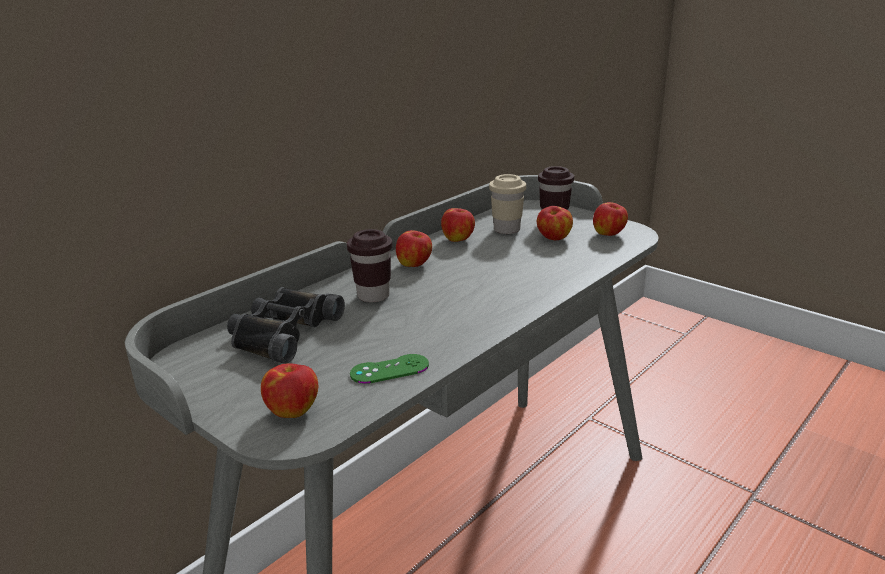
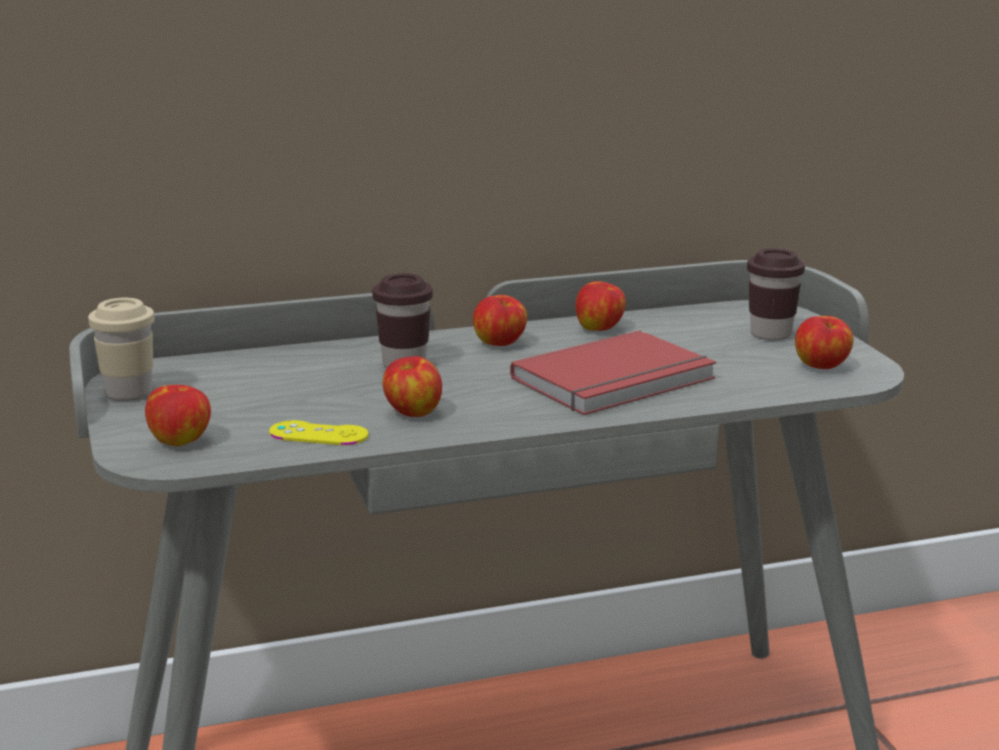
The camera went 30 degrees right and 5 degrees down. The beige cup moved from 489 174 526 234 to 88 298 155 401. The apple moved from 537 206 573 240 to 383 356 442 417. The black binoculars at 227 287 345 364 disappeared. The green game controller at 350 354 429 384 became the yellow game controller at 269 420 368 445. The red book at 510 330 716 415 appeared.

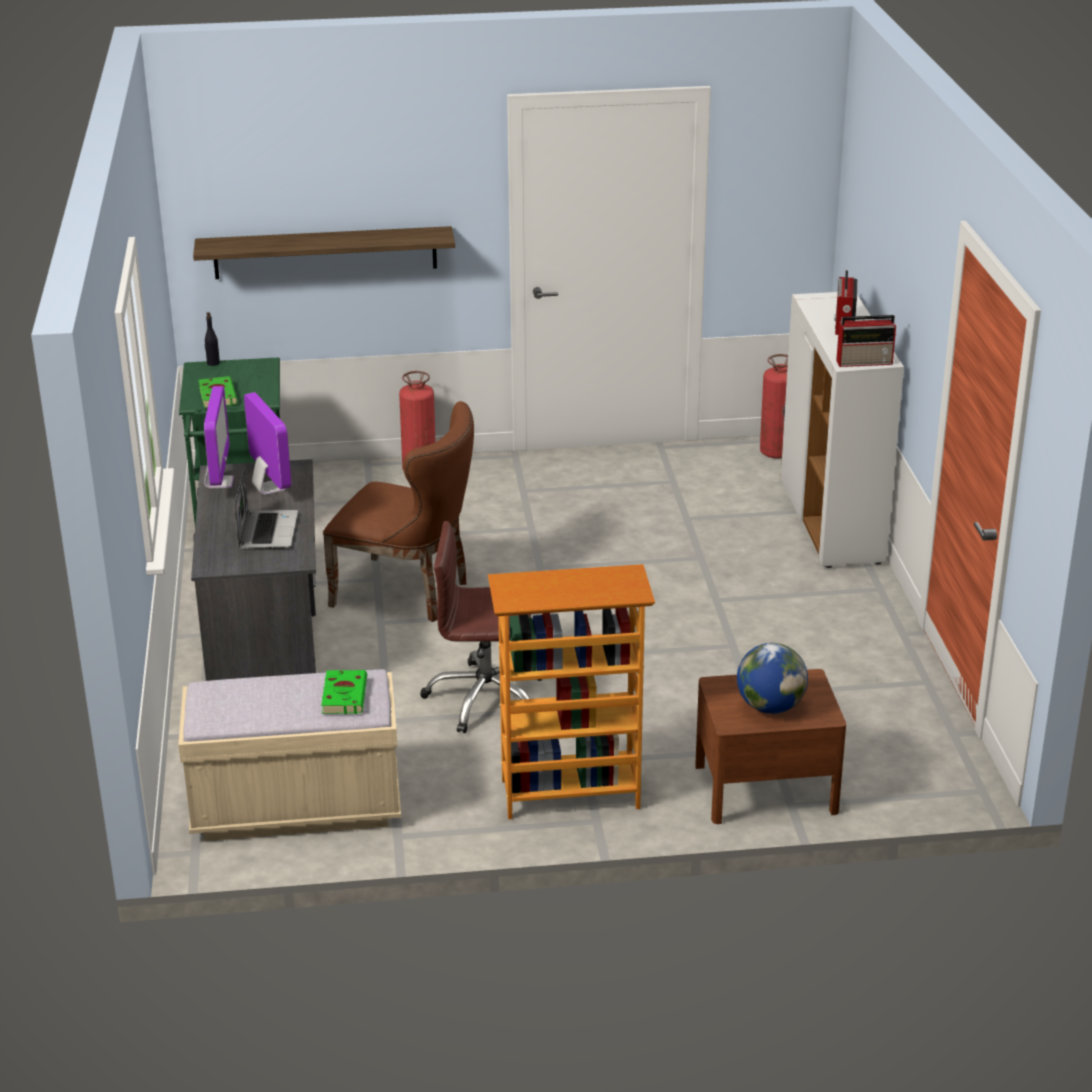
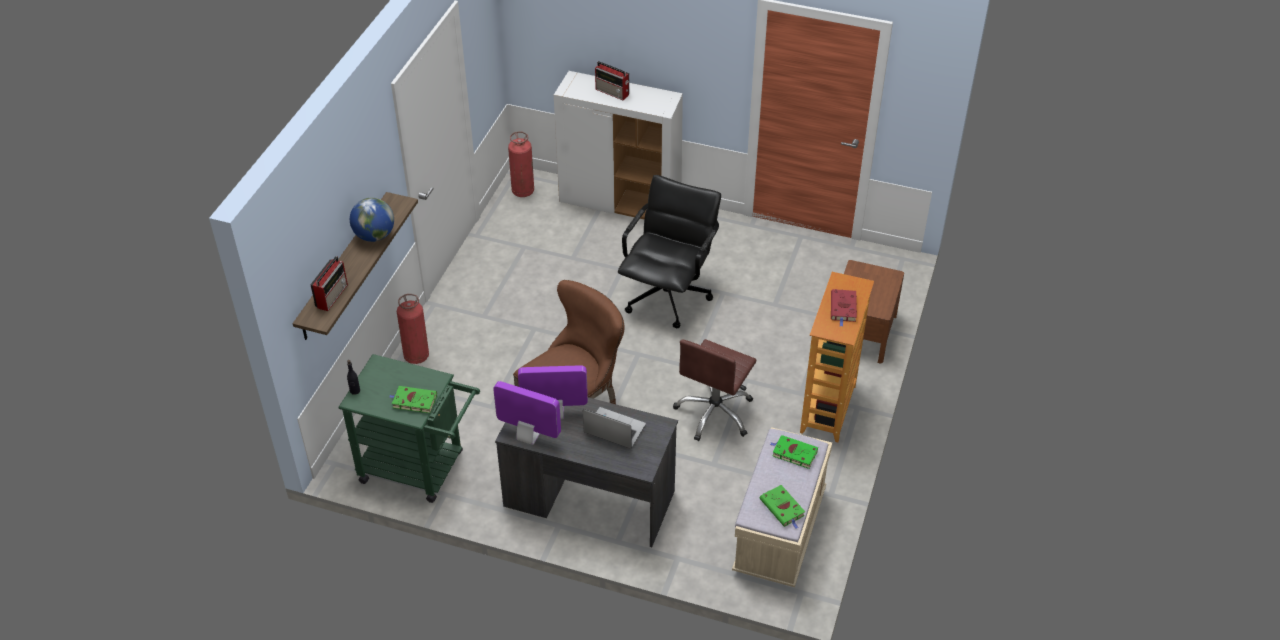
The camera went 65 degrees left and 15 degrees up. The radio moved from 836 315 897 367 to 310 256 348 311. The globe moved from 737 643 808 714 to 350 198 394 242. The black office chair at 618 175 721 328 appeared. The red book at 831 289 857 327 appeared. The green book at 760 485 805 529 appeared.

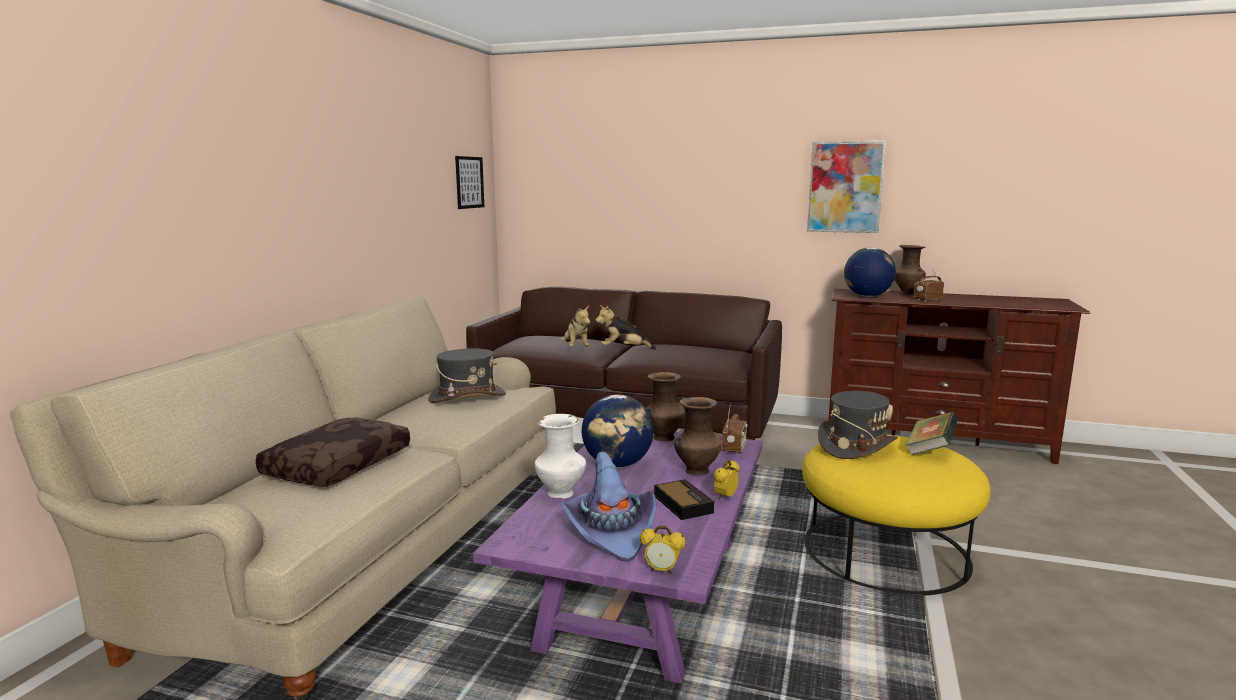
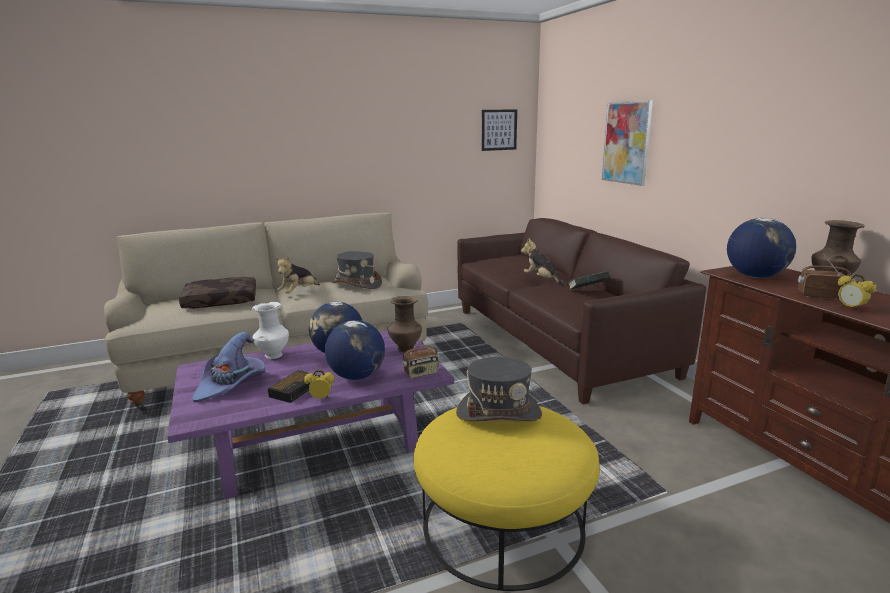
The camera went 50 degrees right and 5 degrees up. The picture moved from 807 141 886 233 to 602 100 653 186. The plush toy moved from 560 305 590 346 to 275 256 320 294. The brown vase at 674 397 722 476 was replaced by the globe at 325 320 385 380. The book moved from 905 412 958 455 to 568 271 610 290. The alarm clock moved from 640 526 686 574 to 838 274 876 311.

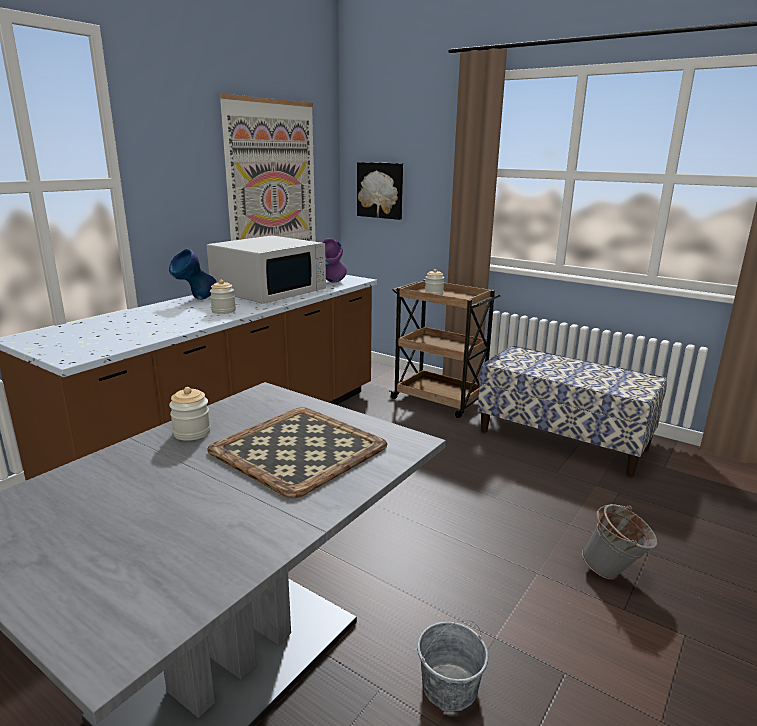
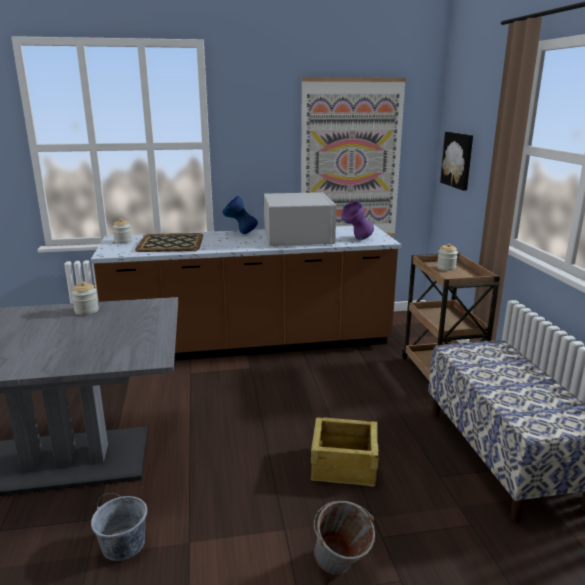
The camera went 45 degrees right and 0 degrees up. The white microwave at 207 235 326 304 turned 90 degrees counterclockwise. The jar moved from 210 280 236 314 to 113 218 132 244. The tray moved from 207 407 387 498 to 135 233 203 252. The crate at 311 417 379 487 appeared.

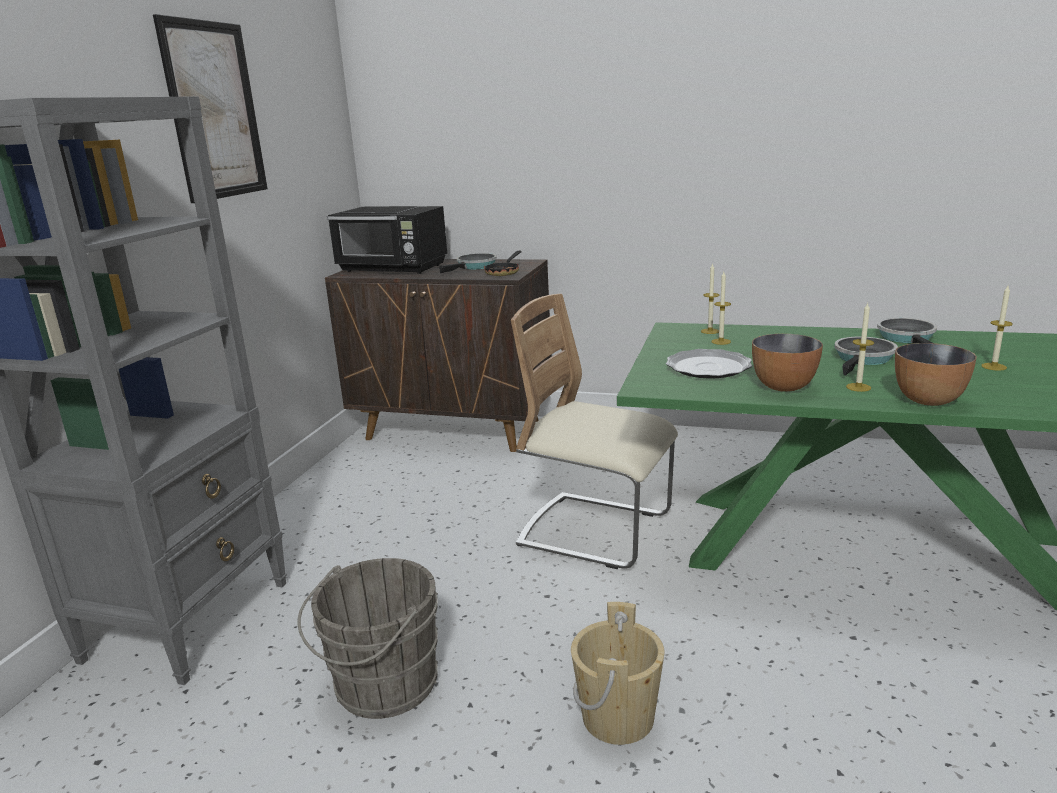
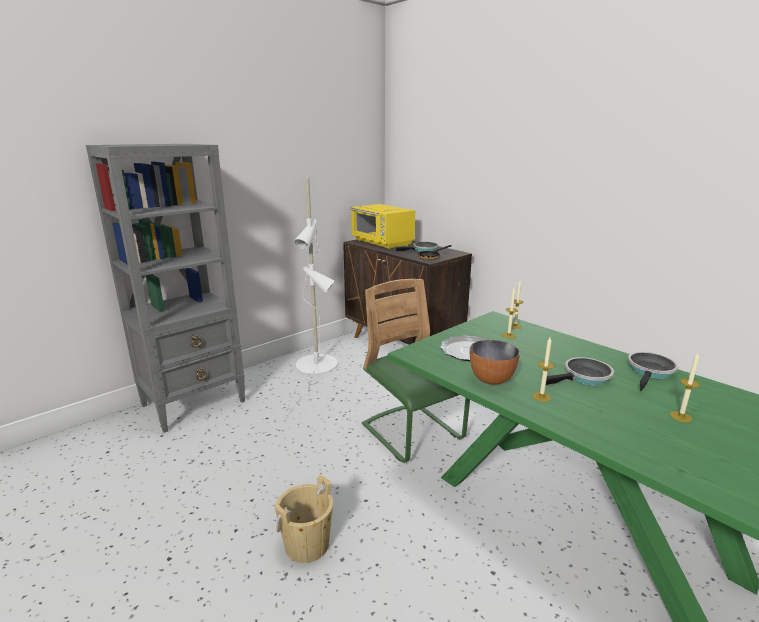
The camera went 30 degrees right and 0 degrees up. The picture at 153 14 268 203 disappeared. The black microwave at 327 206 447 274 became the yellow microwave at 350 204 415 249. The beige chair at 511 294 678 569 became the green chair at 362 279 470 463. The bowl at 895 343 977 406 disappeared. The grey bucket at 298 558 438 719 disappeared. The white floor lamp at 282 177 338 424 appeared.

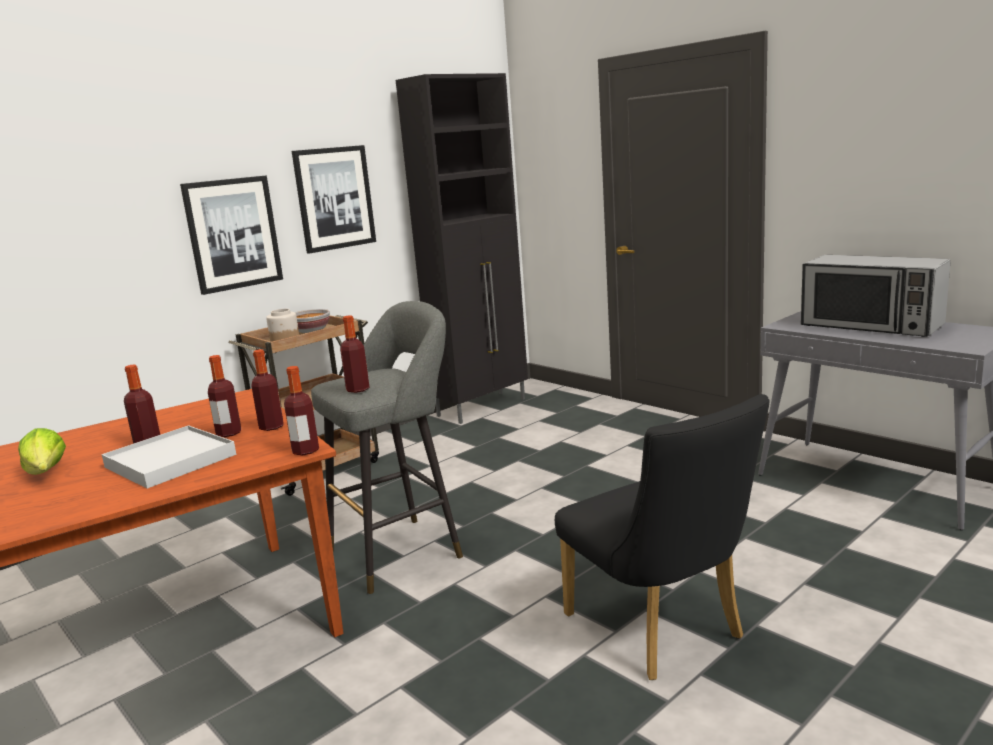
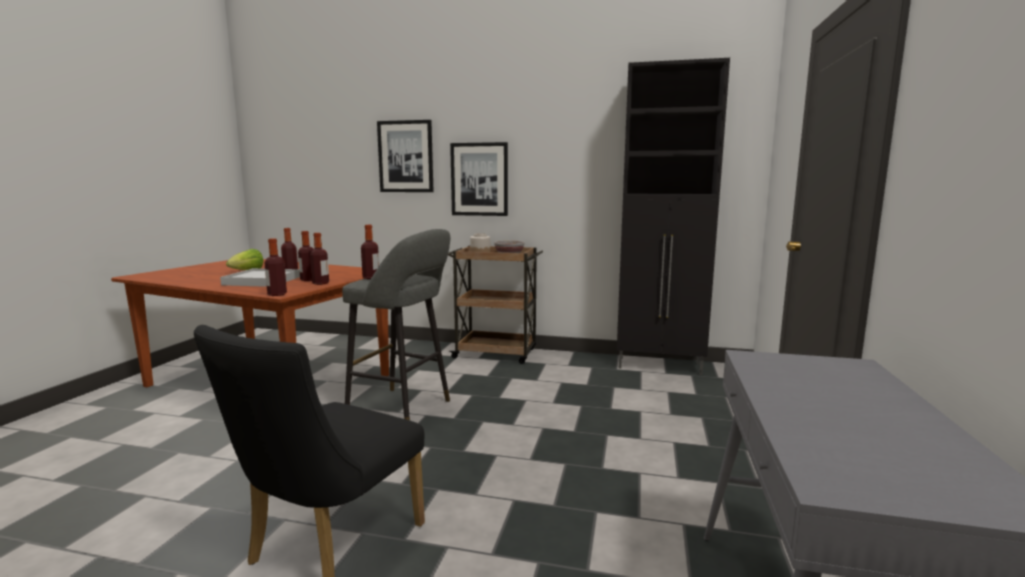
The camera went 55 degrees right and 5 degrees down. The picture moved from 292 145 376 254 to 377 120 434 192. The microwave at 801 255 951 337 disappeared.

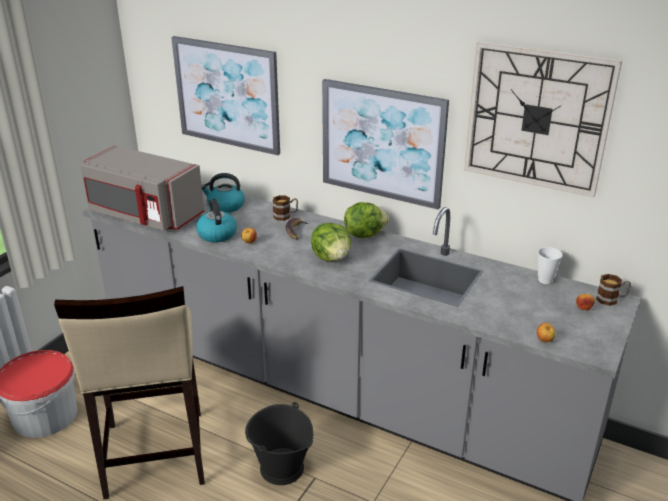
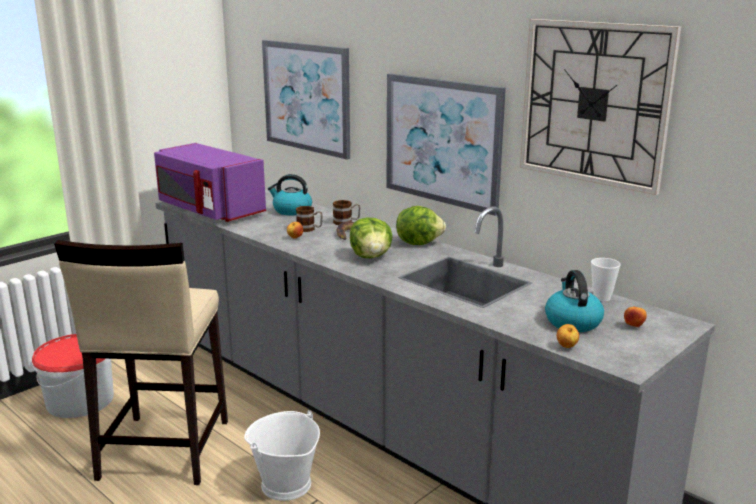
The camera went 15 degrees right and 10 degrees down. The grey microwave at 80 145 204 231 became the purple microwave at 154 143 266 222. The kettle moved from 196 198 237 242 to 545 270 604 332. The mug moved from 596 274 631 306 to 296 206 323 232. The black bucket at 245 402 314 485 became the white bucket at 244 410 320 501.

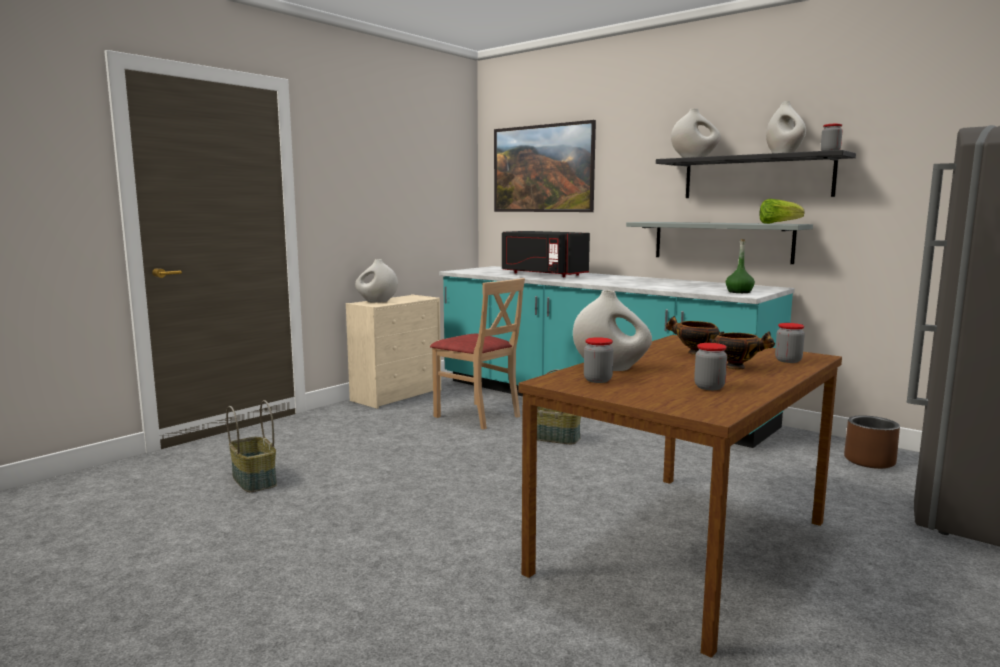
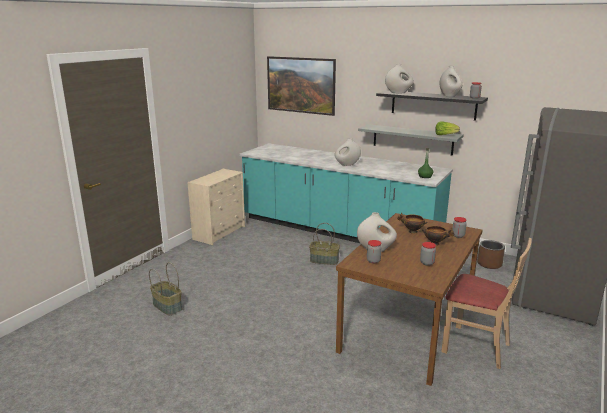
The camera went 10 degrees left and 10 degrees up. The black microwave at 502 231 590 277 disappeared. The white vase moved from 355 259 398 303 to 334 138 361 166. The beige chair moved from 430 278 525 429 to 441 238 532 369.

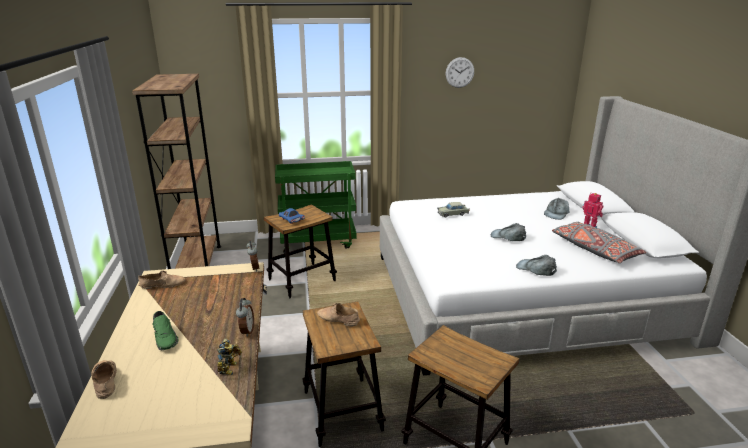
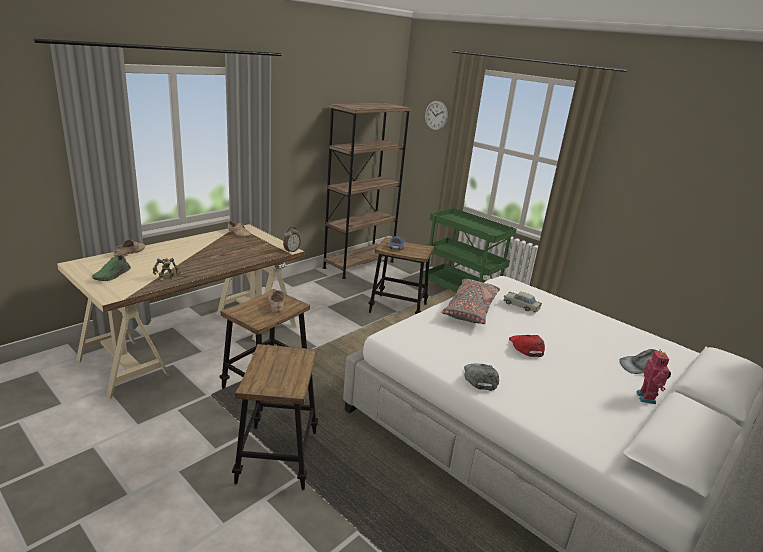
The camera went 50 degrees right and 0 degrees up. The wall clock moved from 446 57 474 88 to 425 101 448 131. The grey pillow moved from 552 222 646 263 to 441 279 500 324. The grey cap at 491 223 526 241 became the red cap at 509 335 545 357. The alarm clock at 236 298 254 337 disappeared. The green shoe moved from 152 311 179 350 to 92 255 131 281.

